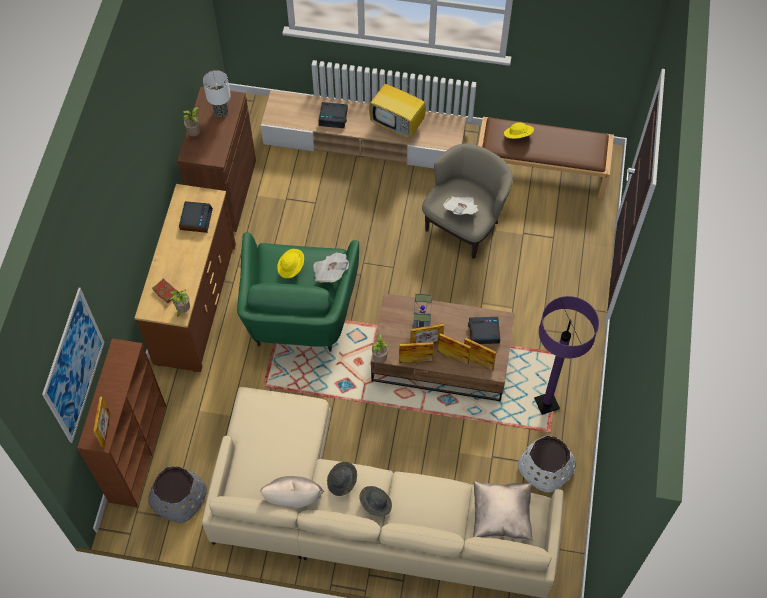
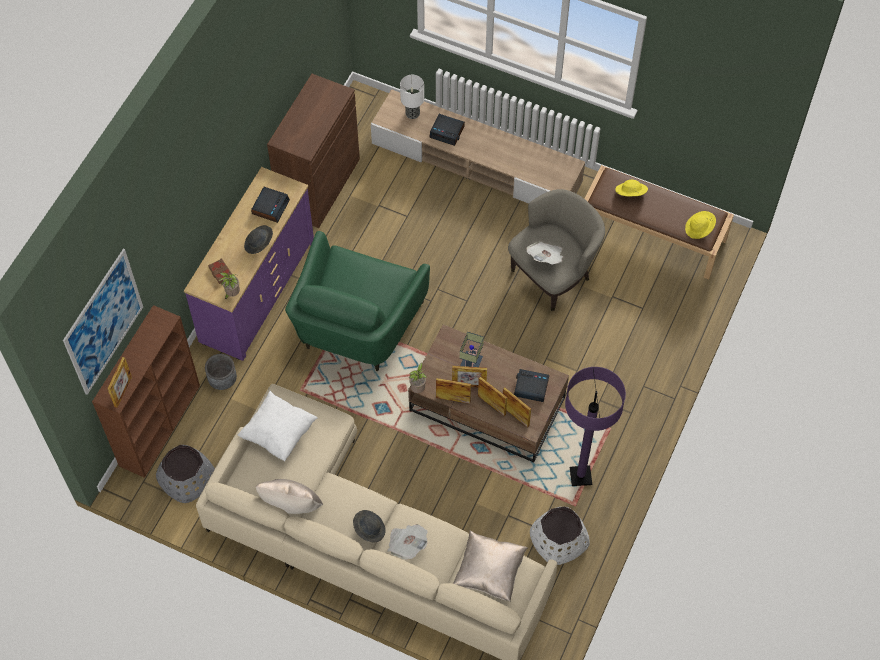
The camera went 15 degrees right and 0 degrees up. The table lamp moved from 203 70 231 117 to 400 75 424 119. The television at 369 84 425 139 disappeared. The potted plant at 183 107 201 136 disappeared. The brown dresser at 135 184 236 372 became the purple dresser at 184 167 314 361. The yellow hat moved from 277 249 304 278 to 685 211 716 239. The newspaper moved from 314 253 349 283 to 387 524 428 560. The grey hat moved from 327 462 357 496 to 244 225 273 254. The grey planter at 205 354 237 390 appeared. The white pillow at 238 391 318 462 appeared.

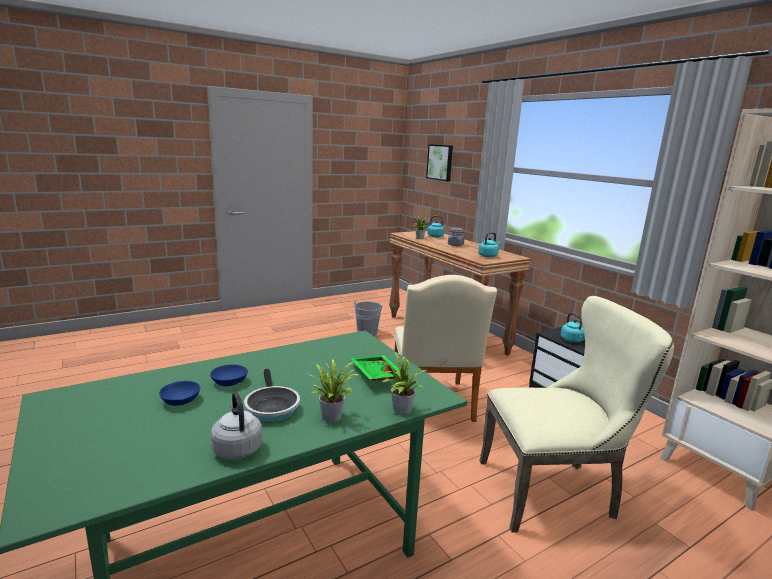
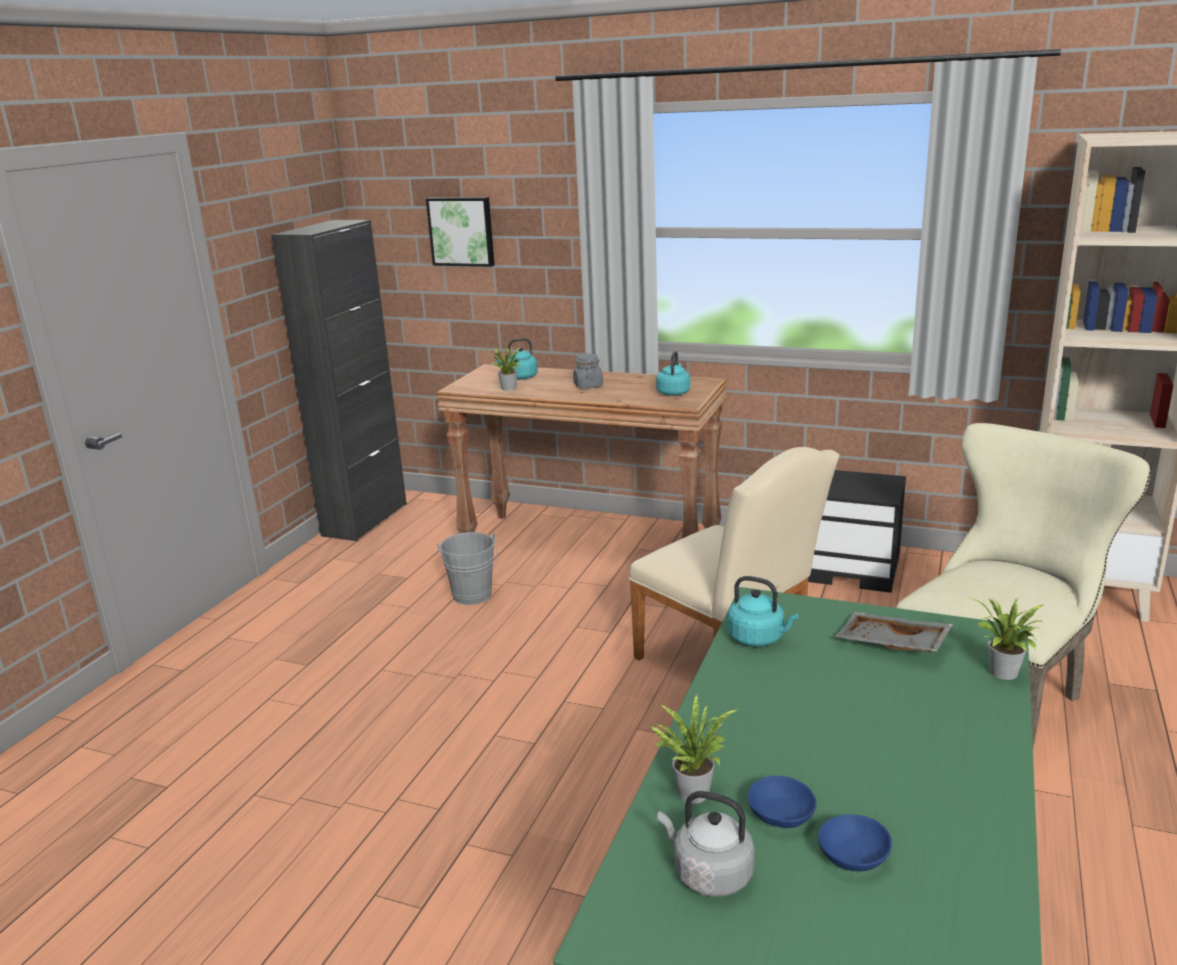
The camera went 35 degrees left and 5 degrees up. The turquoise kettle moved from 561 313 585 342 to 727 576 798 647. The green tray at 351 355 399 381 became the grey tray at 835 612 953 652. The potted plant moved from 310 358 359 422 to 649 694 739 804. The blue bowl moved from 210 364 248 387 to 818 814 892 871. The frying pan at 244 369 300 422 disappeared. The grey kettle moved from 211 392 263 460 to 657 791 755 897. The black cabinet at 271 220 407 541 appeared.

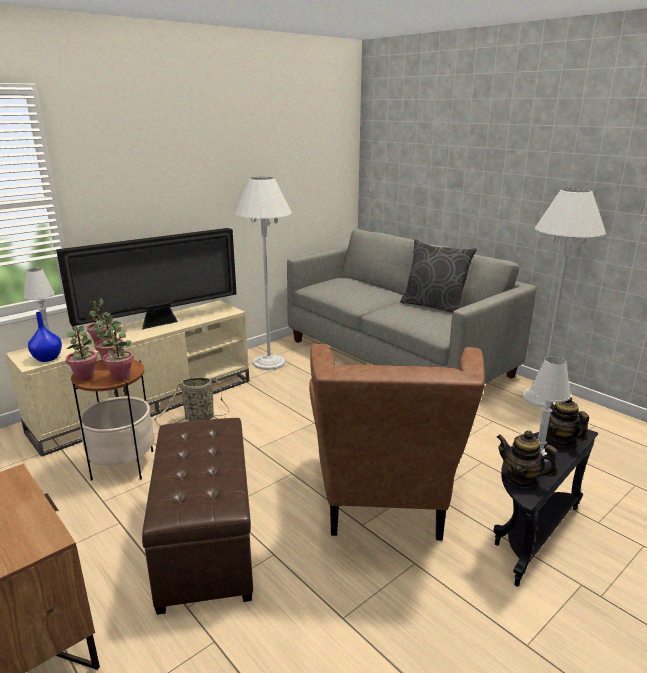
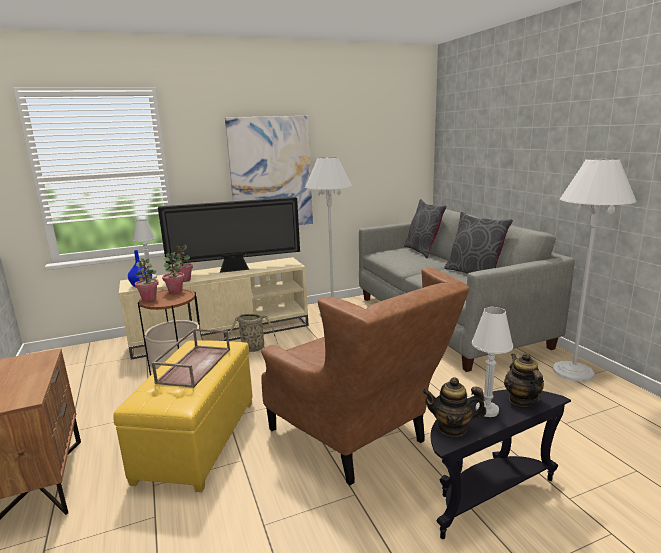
The camera went 20 degrees right and 5 degrees down. The potted plant at 102 326 134 381 disappeared. The brown armchair at 309 344 485 541 turned 60 degrees counterclockwise. The brown ottoman at 142 418 253 615 became the yellow ottoman at 113 340 253 492. The teapot at 496 430 558 488 turned 45 degrees counterclockwise. The picture at 225 116 313 225 appeared. The grey pillow at 404 199 446 258 appeared. The brown tray at 151 328 230 388 appeared.

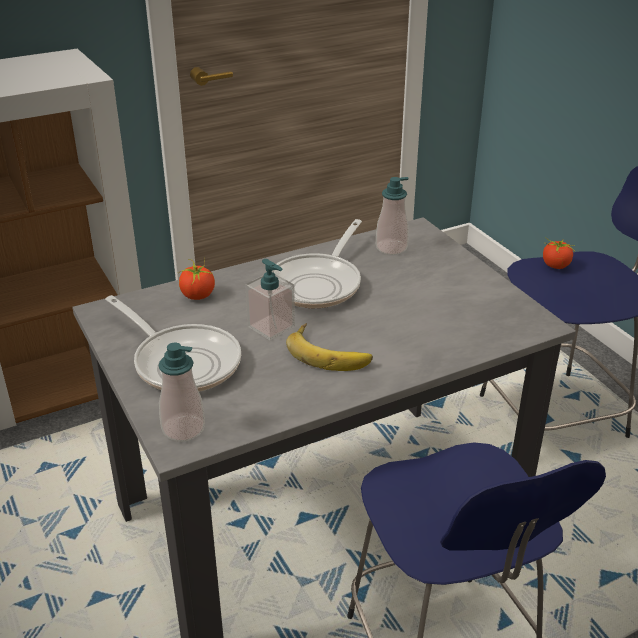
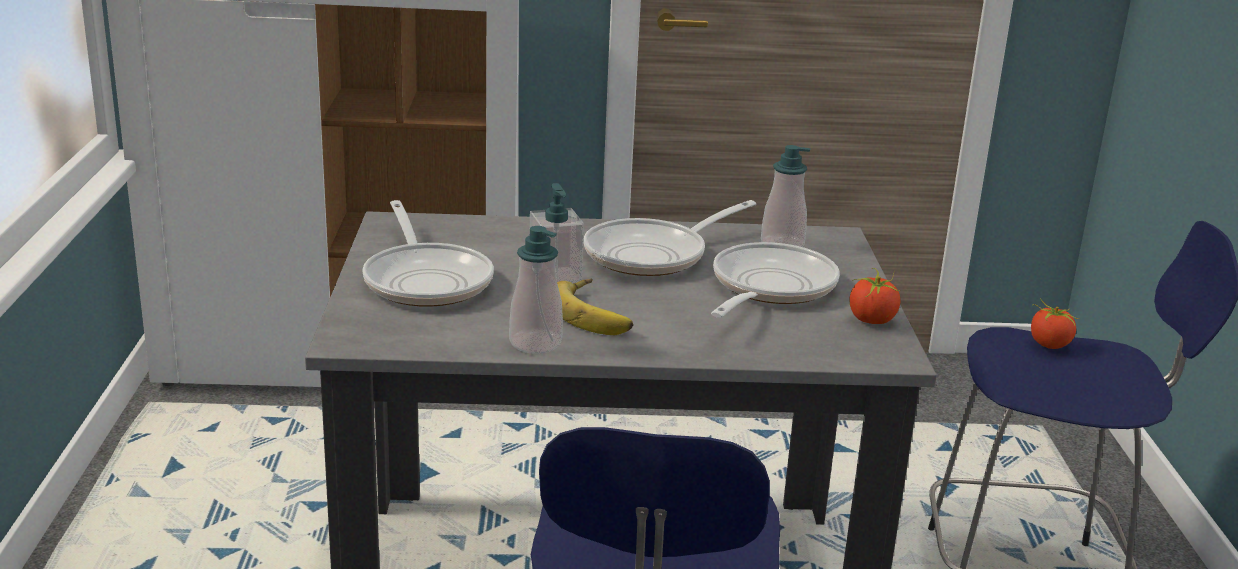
The camera went 25 degrees right and 10 degrees down. The tomato moved from 179 258 215 300 to 849 268 901 324. The soap dispenser moved from 159 343 205 442 to 509 226 563 354. The frying pan at 711 242 840 318 appeared.

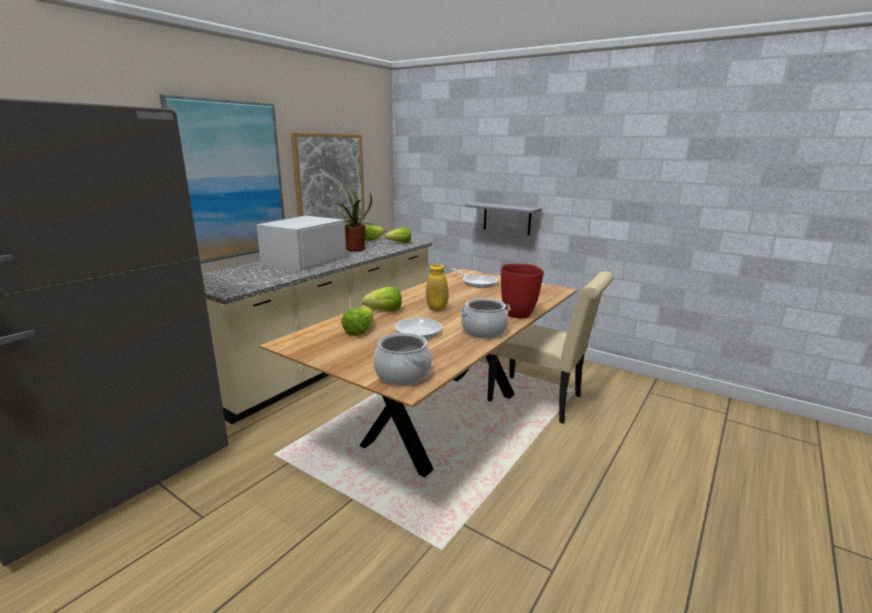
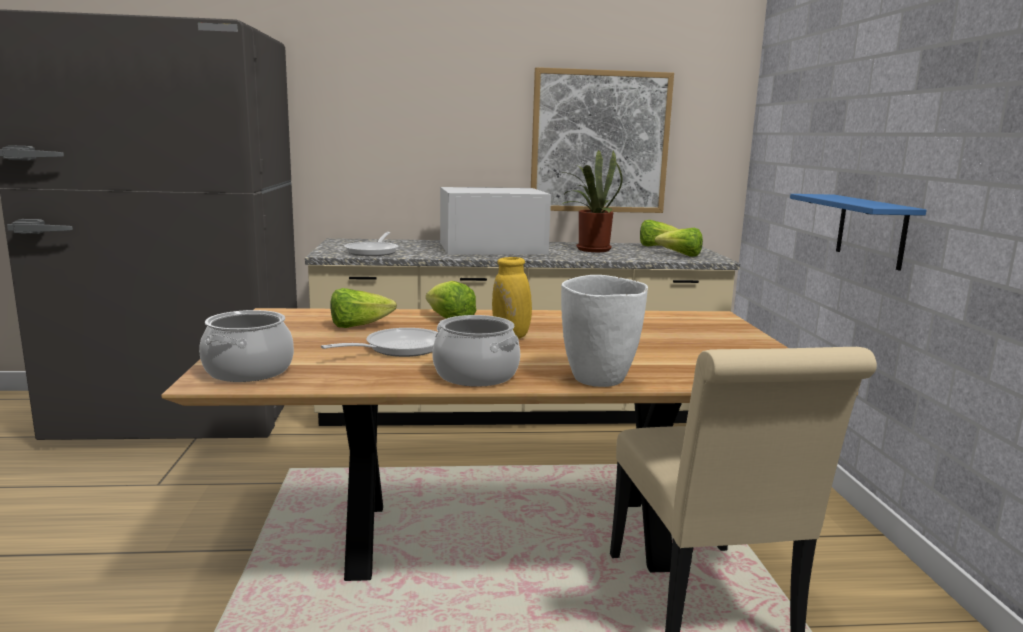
The camera went 50 degrees right and 5 degrees down. The picture at 160 94 285 264 disappeared. The grey shelf at 465 202 542 235 became the blue shelf at 790 194 926 271. The red vase at 501 264 544 319 became the white vase at 561 275 648 387. The frying pan moved from 450 268 498 288 to 344 232 399 256.

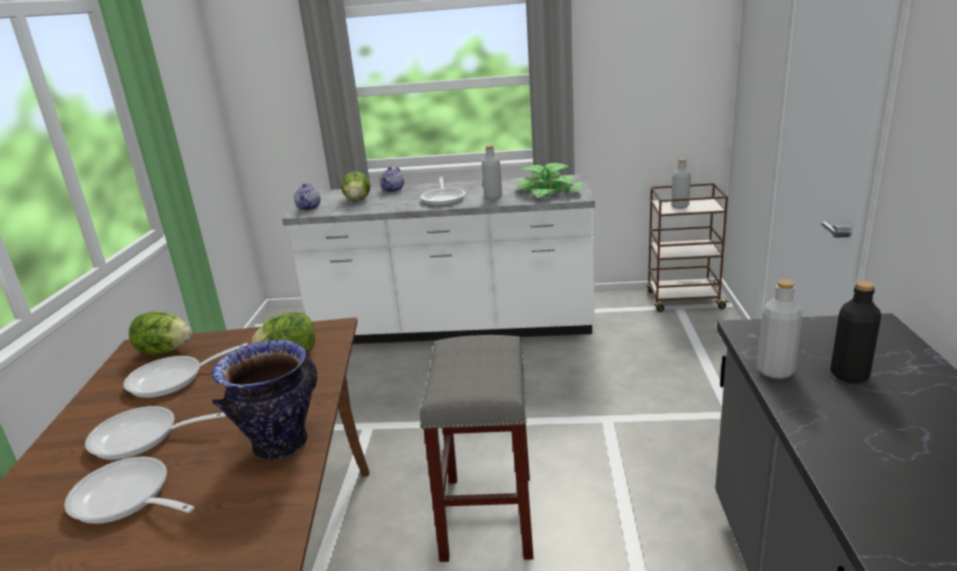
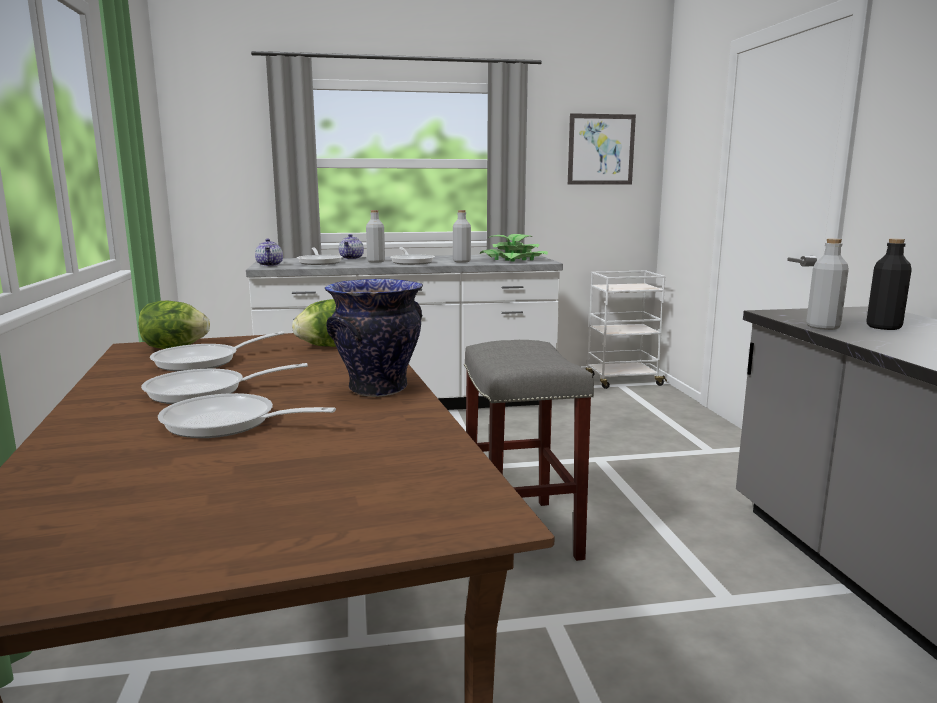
The camera went 15 degrees left and 10 degrees down. The grey bottle moved from 671 159 691 209 to 366 210 385 263. The lettuce at 341 171 370 201 was replaced by the frying pan at 297 248 343 265. The brown cart at 646 183 730 312 became the white cart at 585 271 667 389. The picture at 568 113 636 185 appeared.

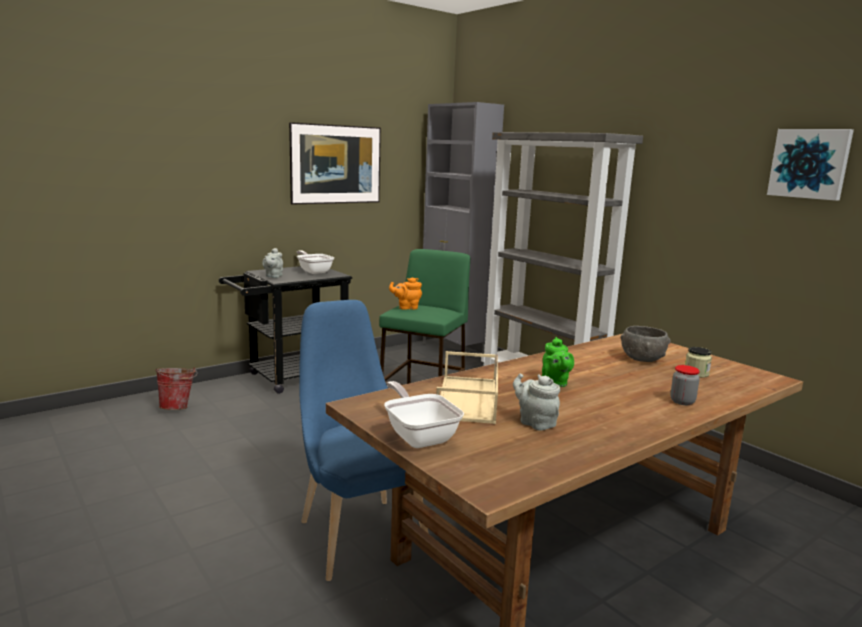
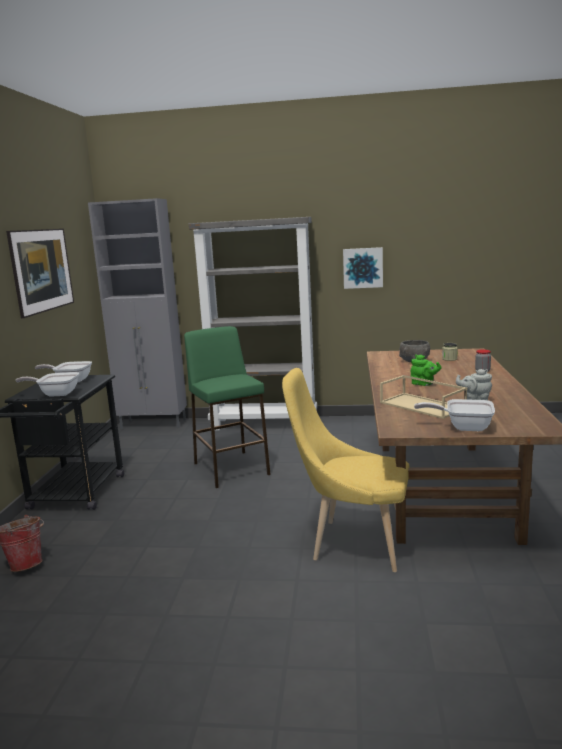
The camera went 45 degrees left and 0 degrees up. The picture moved from 767 129 854 201 to 343 247 383 289. The grey teapot at 262 248 283 278 was replaced by the frying pan at 15 372 79 397. The orange teapot at 389 277 422 310 disappeared. The blue chair at 299 300 429 581 became the yellow chair at 282 368 410 572.

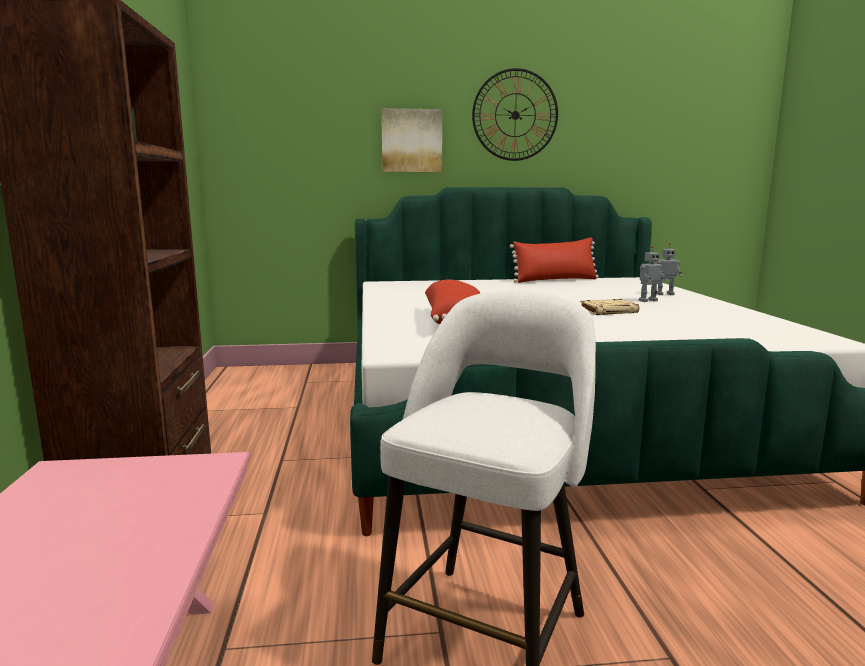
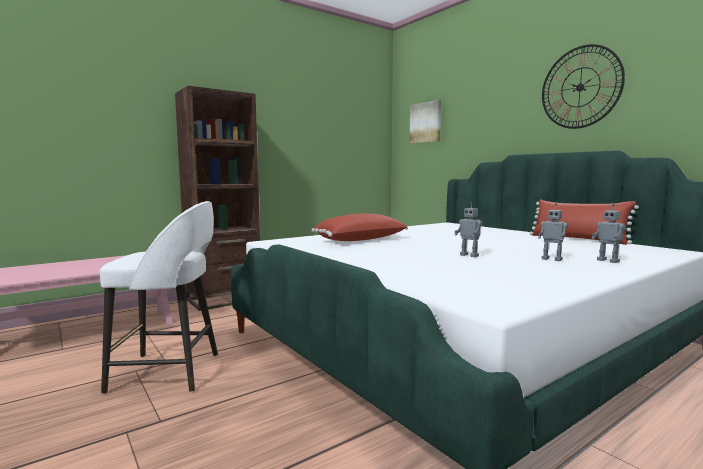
The camera went 60 degrees right and 5 degrees down. The picture moved from 381 108 442 172 to 409 100 441 144. The beige book at 580 299 639 315 was replaced by the toy robot at 454 202 482 257.

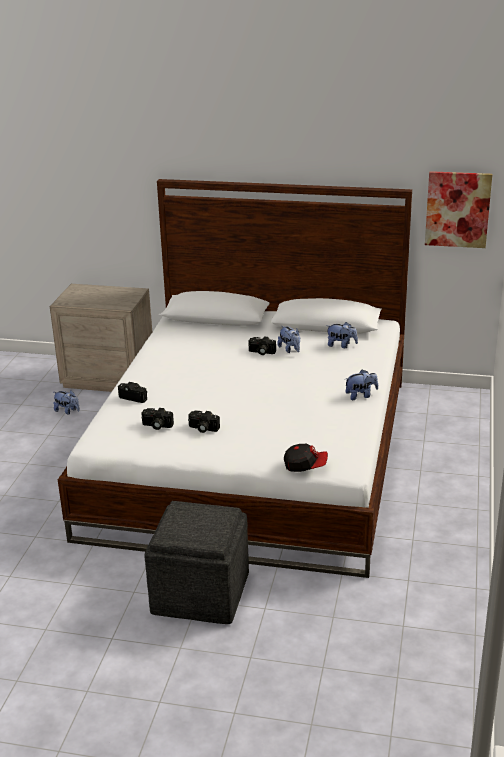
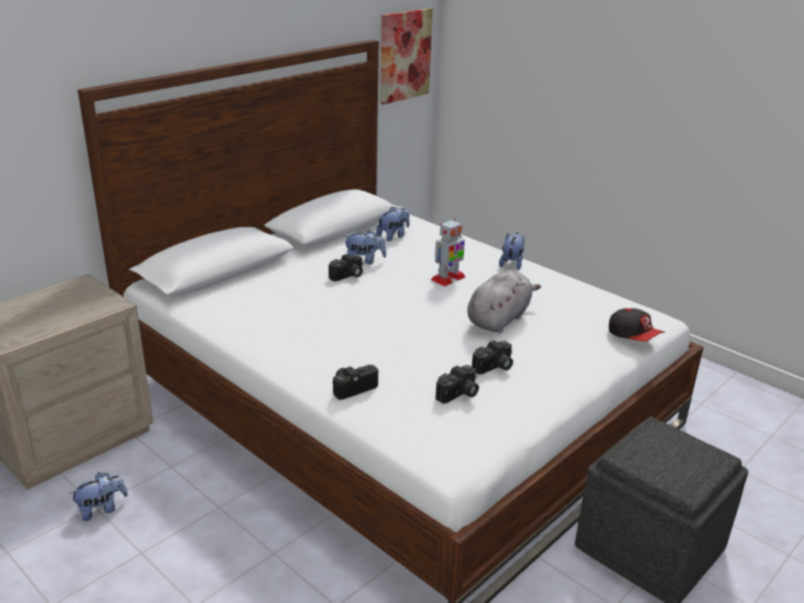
The camera went 60 degrees left and 0 degrees up. The cap at 284 444 328 472 turned 105 degrees clockwise. The toy robot at 431 218 465 287 appeared. The grey plush toy at 467 270 541 333 appeared.

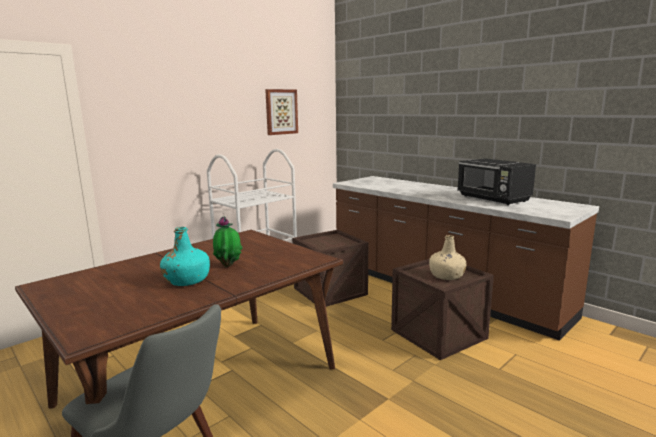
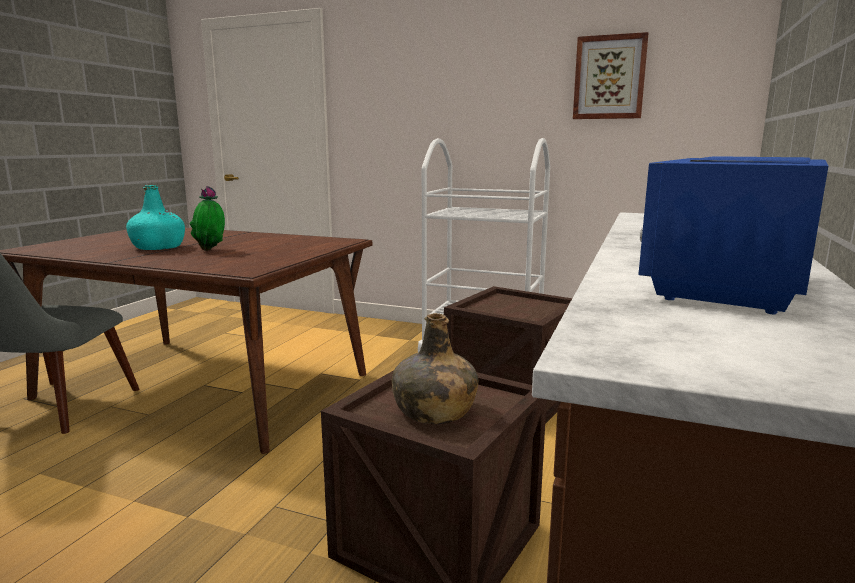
The camera went 65 degrees right and 0 degrees up. The black microwave at 458 158 536 205 became the blue microwave at 638 156 828 314. The beige bottle at 429 235 467 280 became the green bottle at 392 313 478 424.

